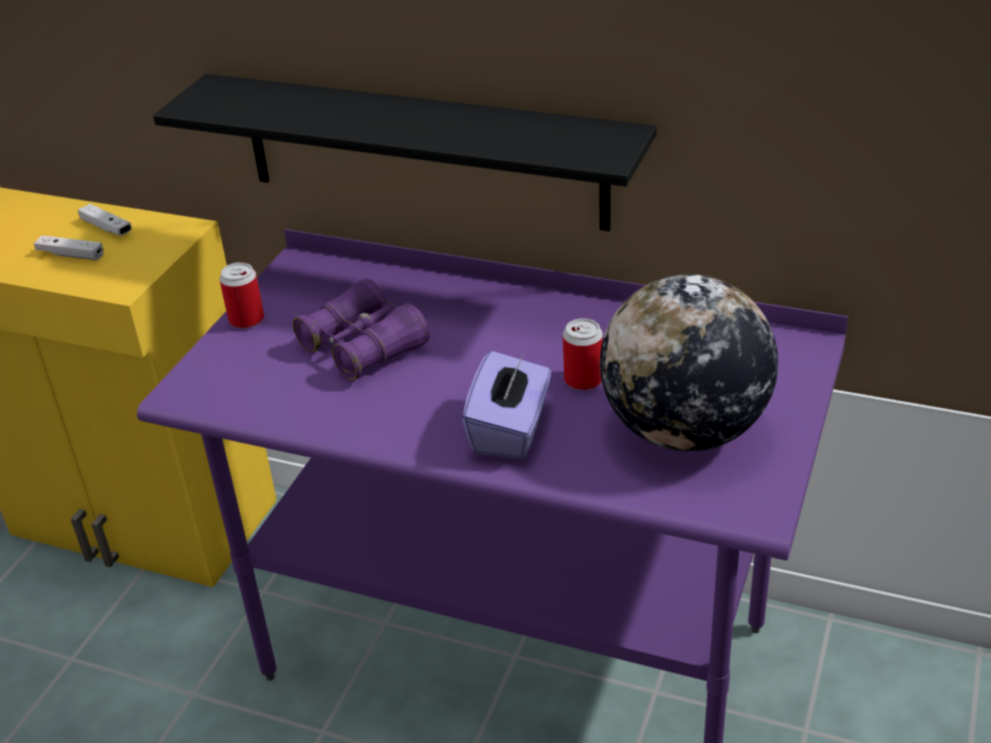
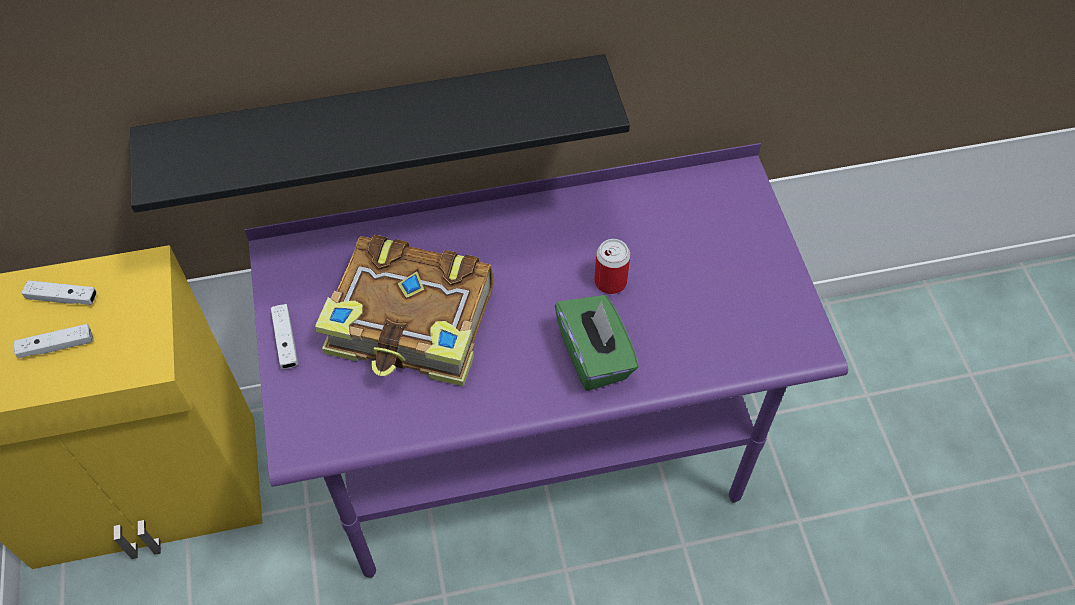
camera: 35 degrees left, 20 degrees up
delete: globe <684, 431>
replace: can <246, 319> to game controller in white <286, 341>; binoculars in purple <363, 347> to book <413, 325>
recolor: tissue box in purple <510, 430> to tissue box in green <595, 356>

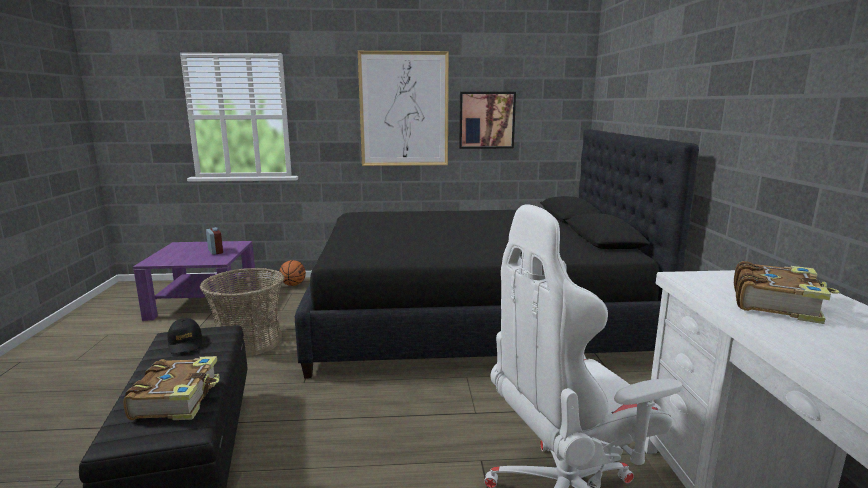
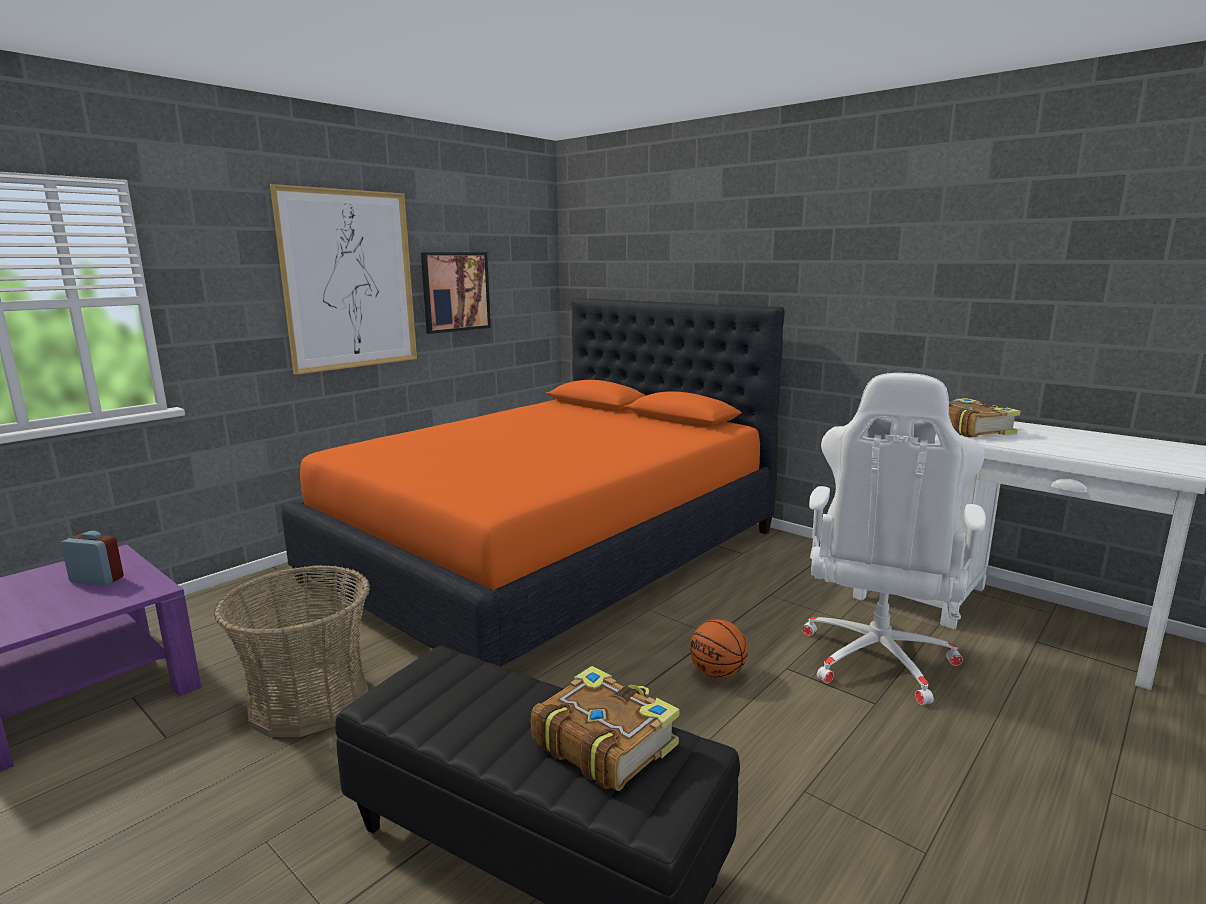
camera: 45 degrees left, 0 degrees up
delete: cap in black <185, 343>
move: basketball <293, 285> to <717, 673>
recolor: bed in black <473, 319> to bed in orange <552, 554>

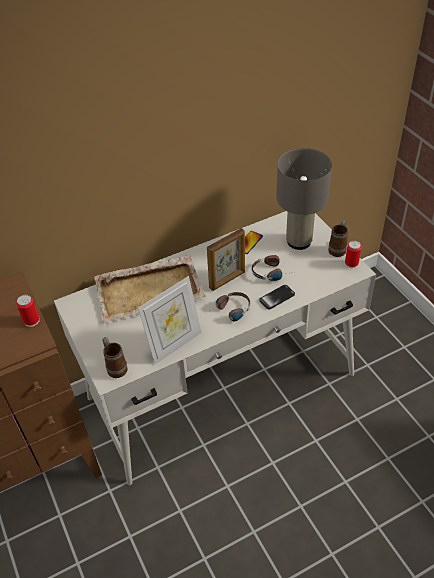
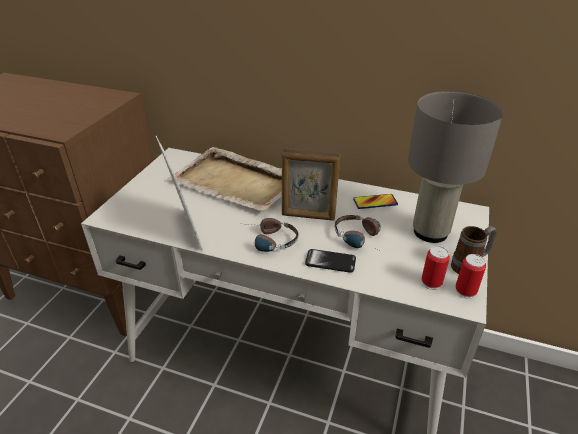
camera: 45 degrees right, 10 degrees down
delete: mug <115, 367>
move: can <32, 321> to <431, 282>
rotate: picture frame <174, 344> = <185, 230> 120 degrees counterclockwise

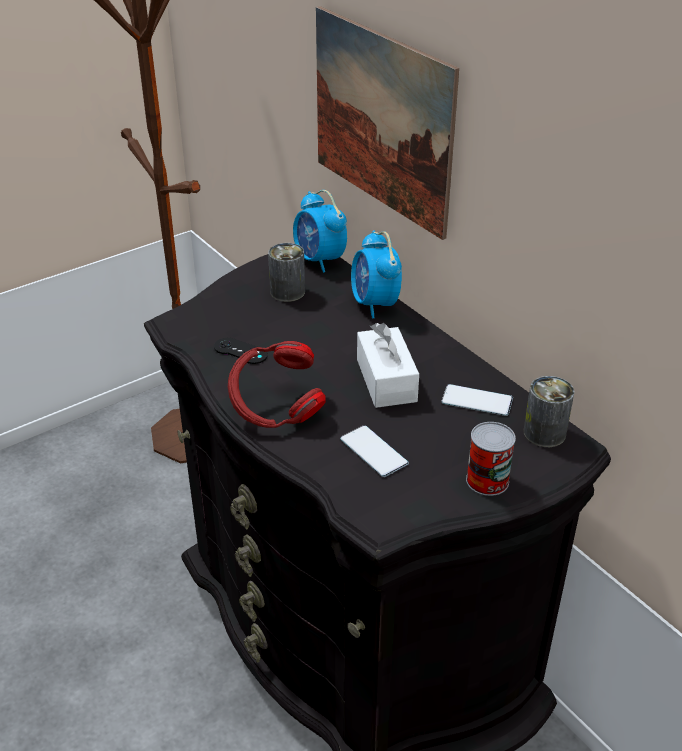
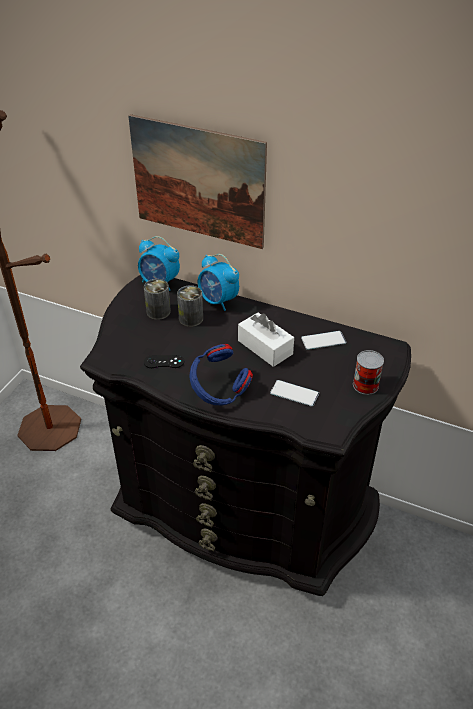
camera: 30 degrees left, 5 degrees up
move: can <544, 433> to <191, 318>
recolor: headphones in red <276, 411> to headphones in blue <219, 392>

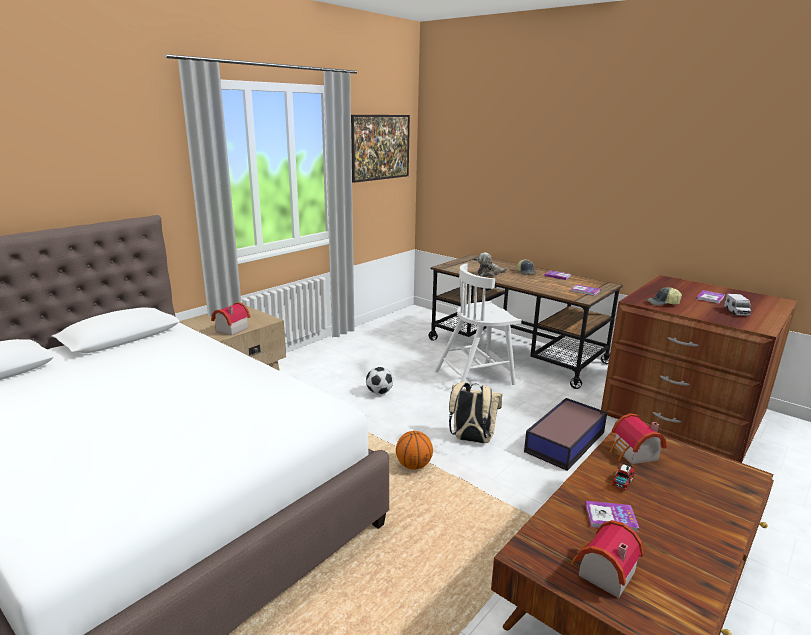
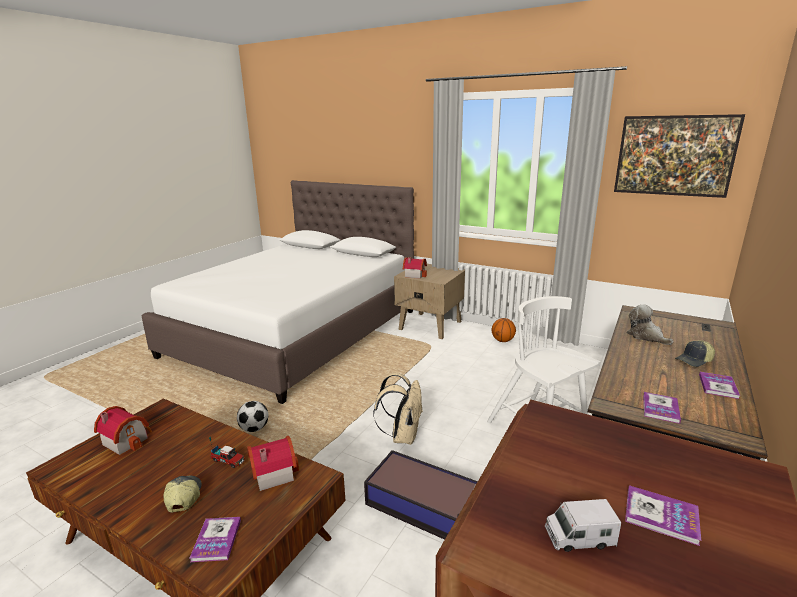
camera: 80 degrees right, 0 degrees up
move: cap <662, 303> to <183, 497>; football <379, 392> to <254, 429>; basketball <414, 465> to <503, 341>; book <610, 517> to <216, 540>

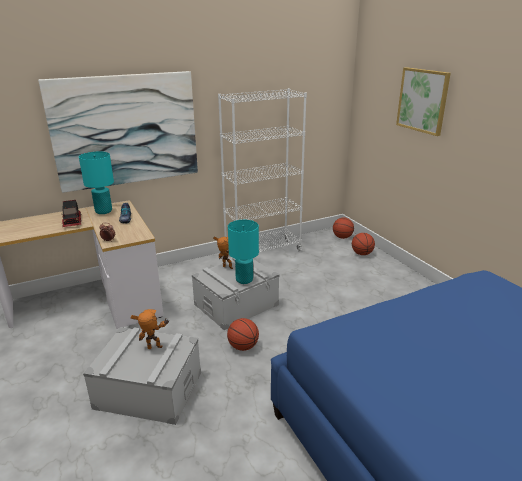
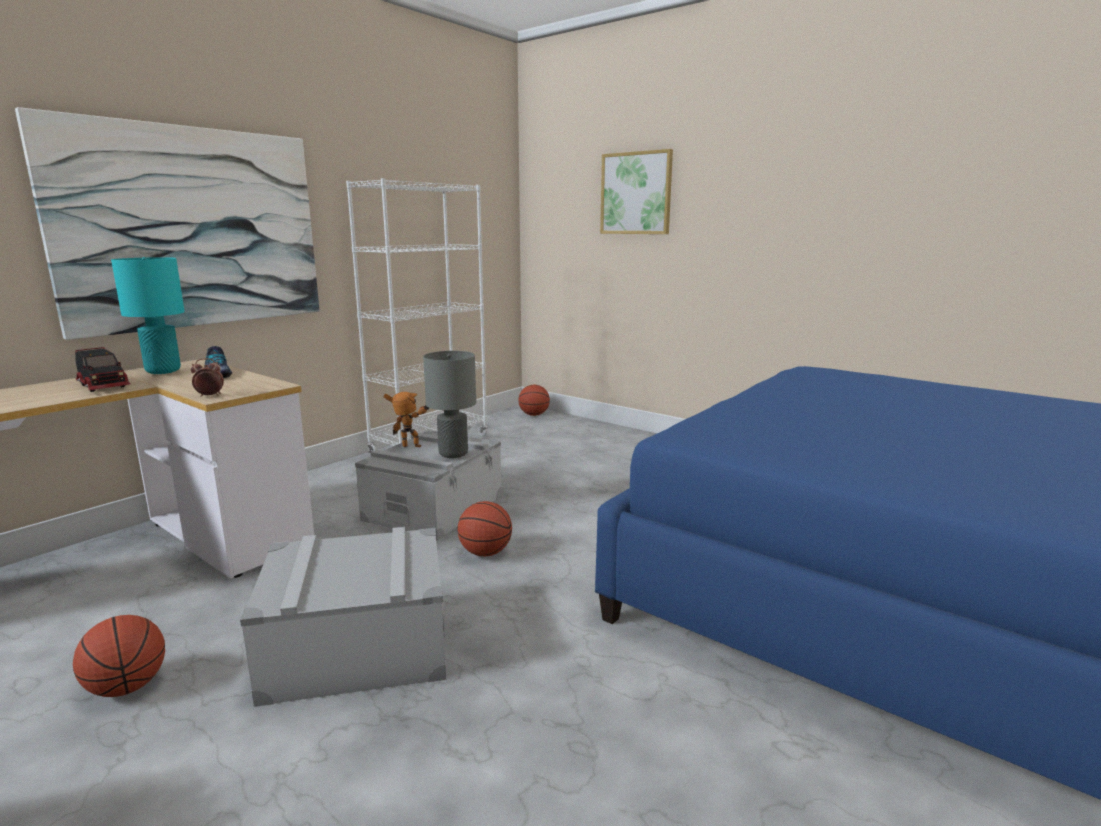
camera: 25 degrees left, 10 degrees down
delete: toy robot <155, 349>
move: basketball <362, 254> to <127, 687>
recolor: table lamp in turquoise <244, 281> to table lamp in grey <453, 456>

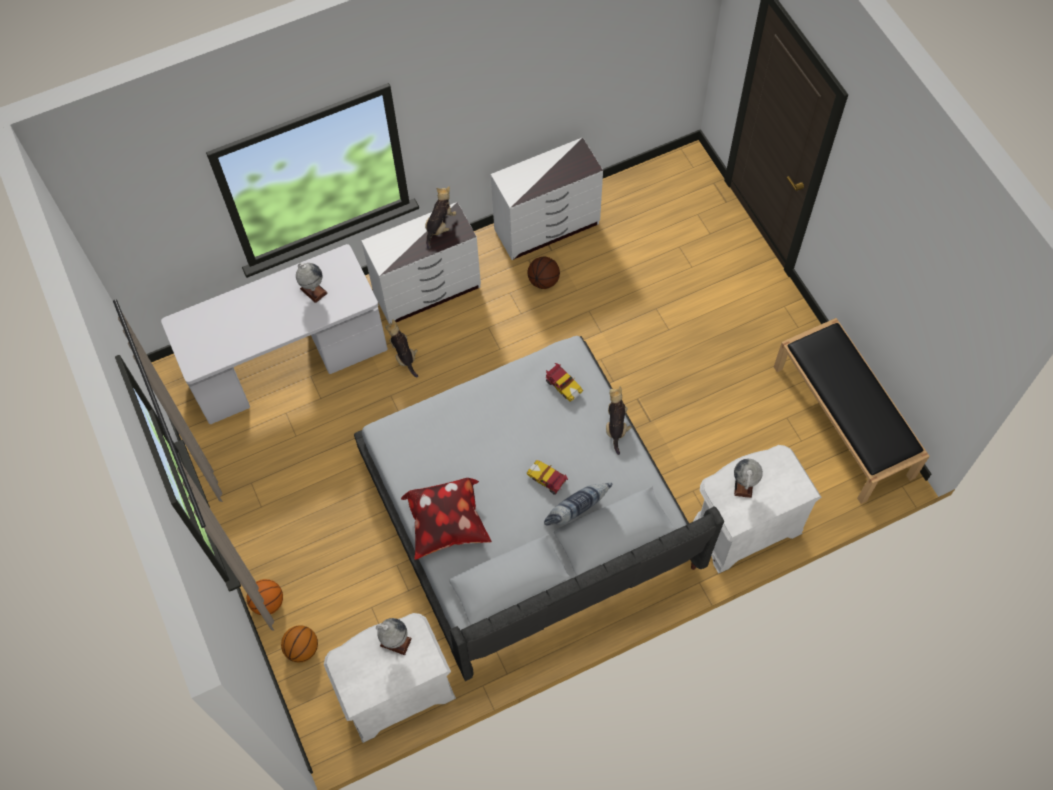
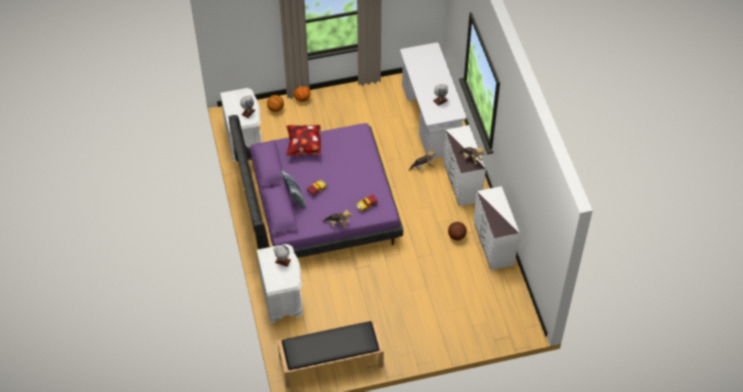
camera: 100 degrees right, 10 degrees down
recolor: bed in grey <528, 515> to bed in purple <317, 205>

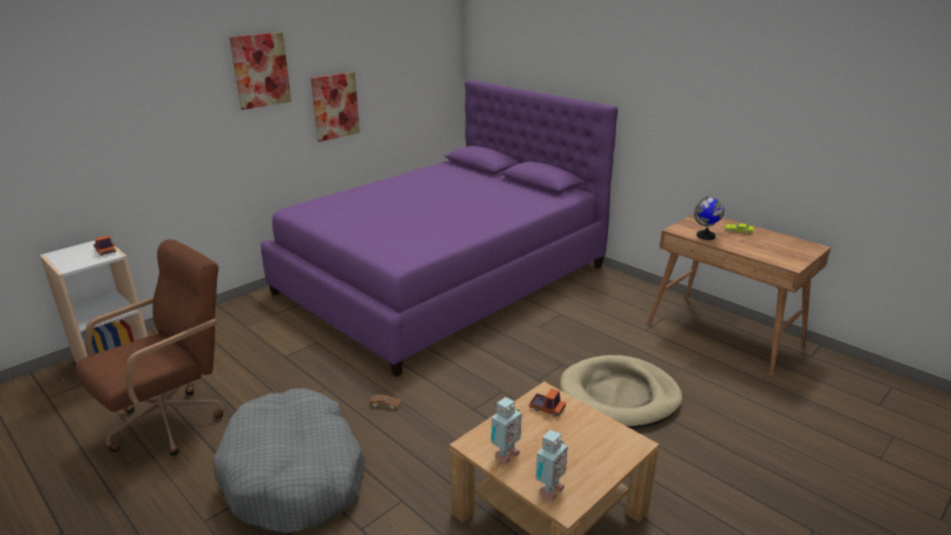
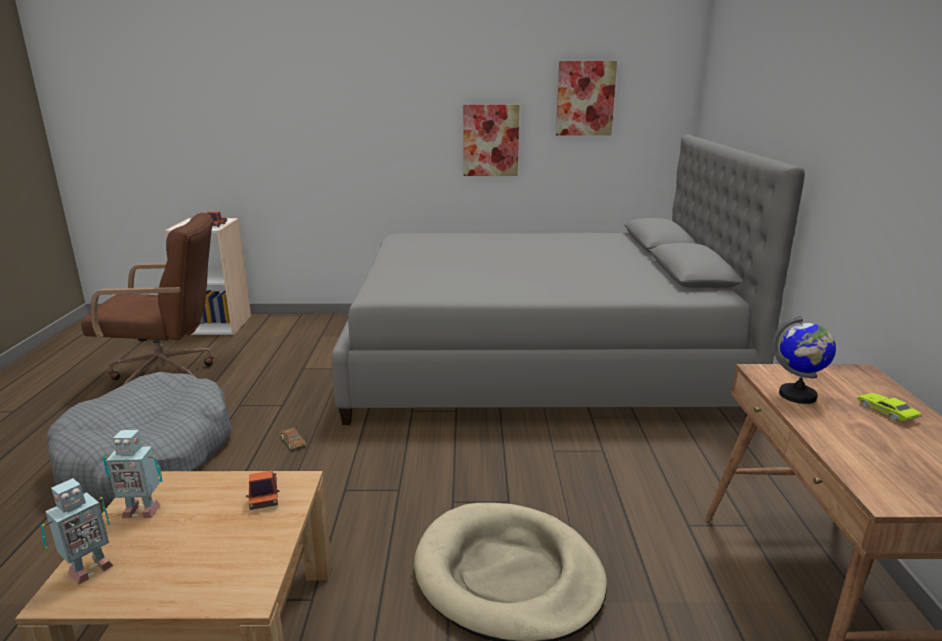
camera: 45 degrees right, 5 degrees down
move: picture <260, 70> to <585, 98>
recolor: bed in purple <444, 279> to bed in grey <536, 363>
rotate: toy robot <549, 490> = <88, 569> 45 degrees counterclockwise

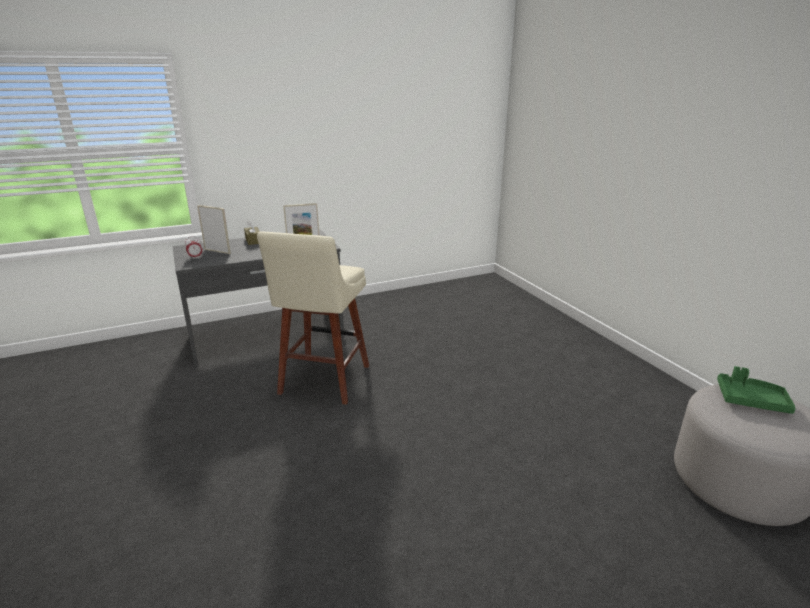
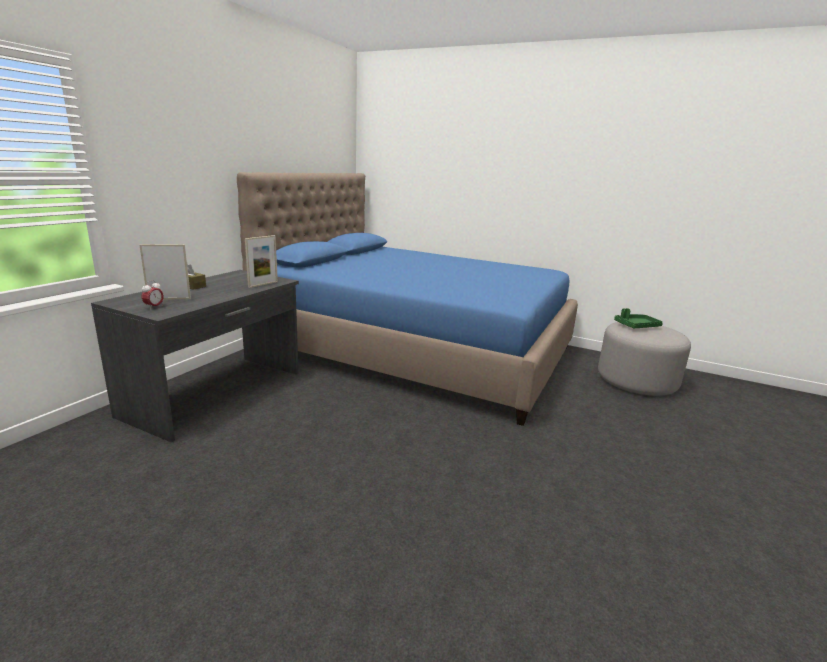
camera: 40 degrees left, 5 degrees down
delete: stool in beige <323, 381>
insert: bed in blue <416, 348>

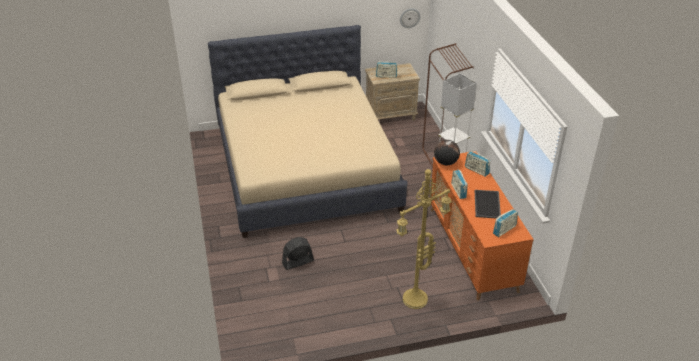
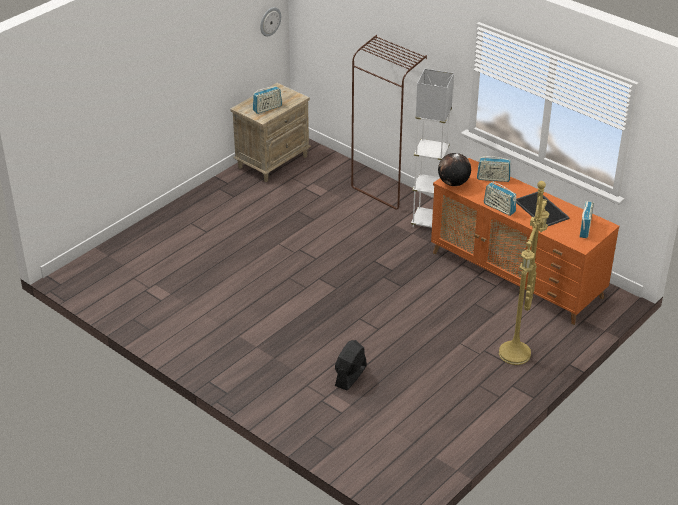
camera: 35 degrees left, 0 degrees up
delete: bed in beige <305, 168>

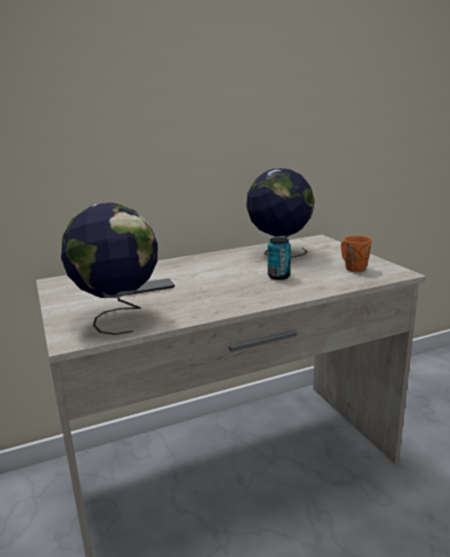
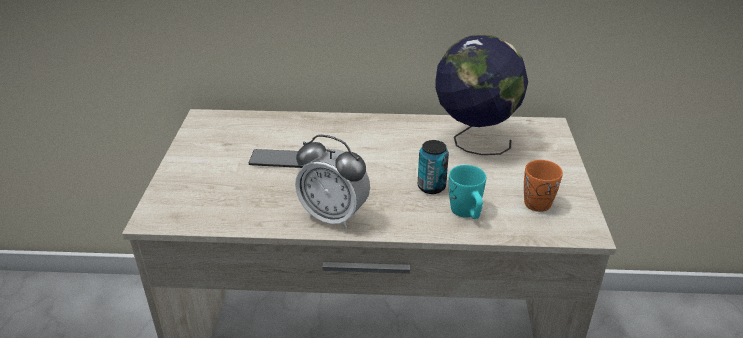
camera: 25 degrees right, 15 degrees up
delete: globe <118, 317>
insert: alarm clock <334, 216>; mug in turquoise <466, 213>

